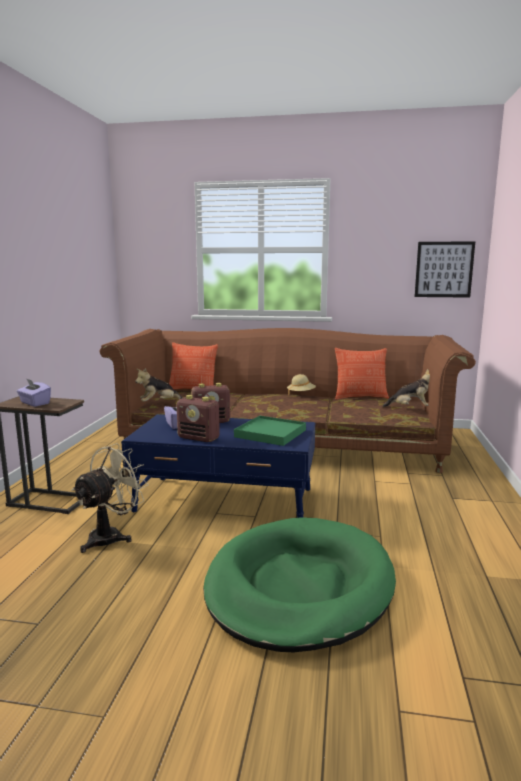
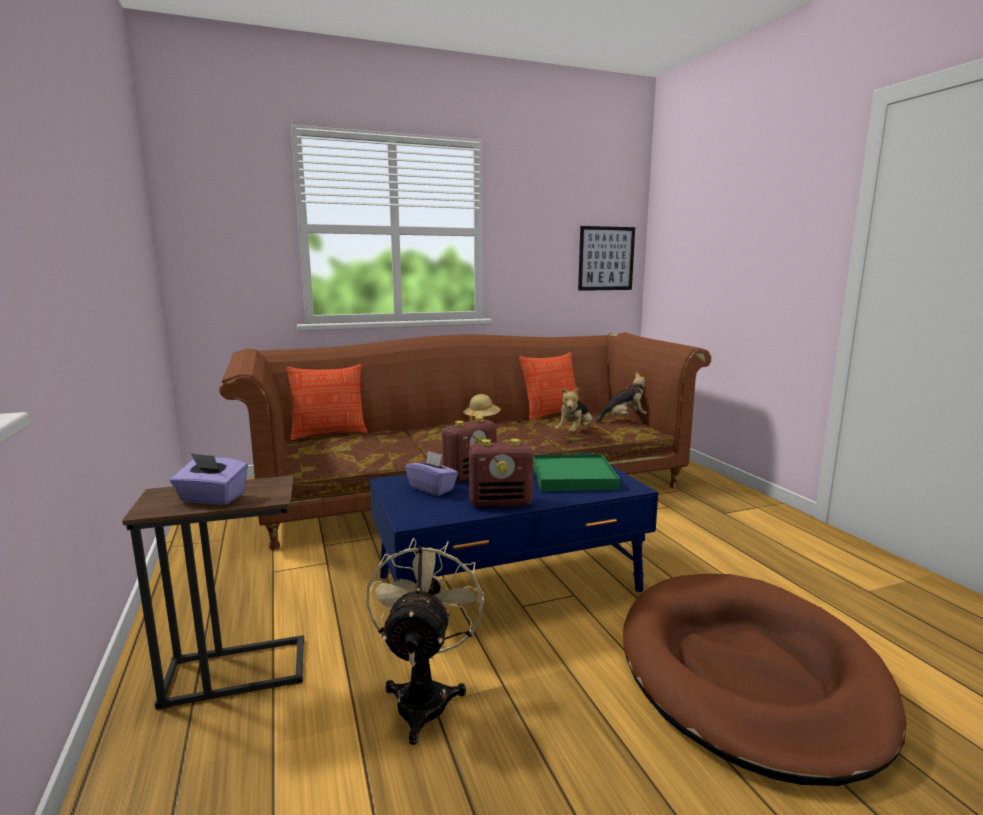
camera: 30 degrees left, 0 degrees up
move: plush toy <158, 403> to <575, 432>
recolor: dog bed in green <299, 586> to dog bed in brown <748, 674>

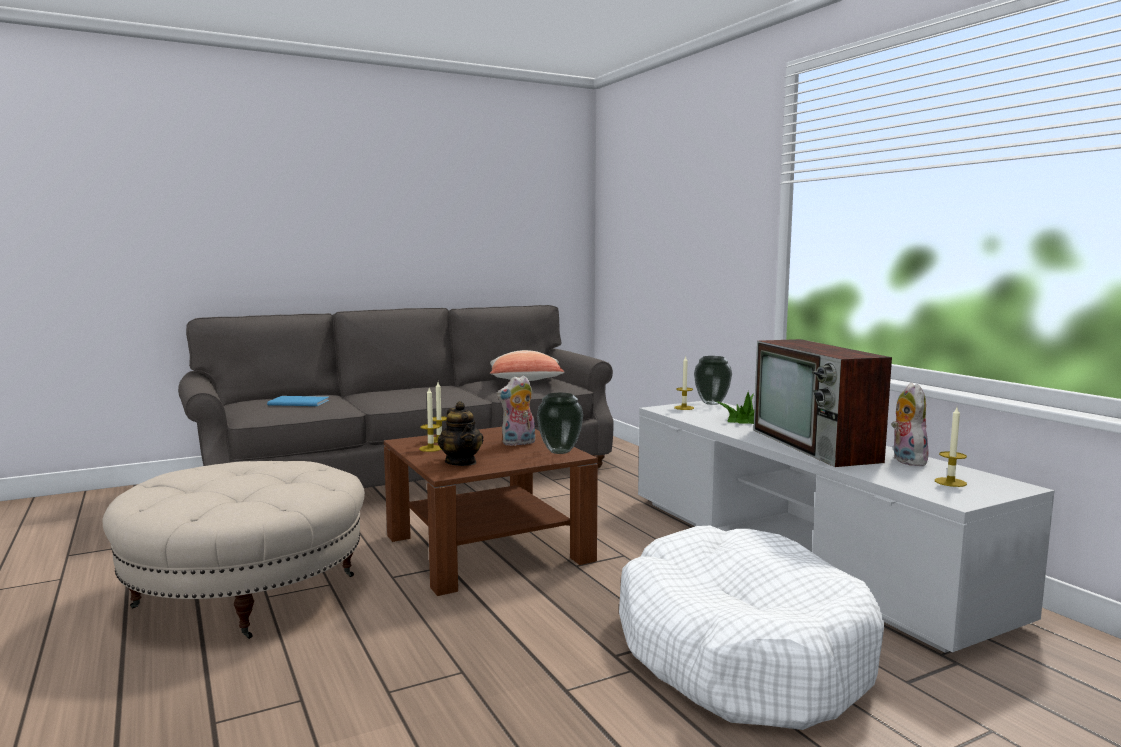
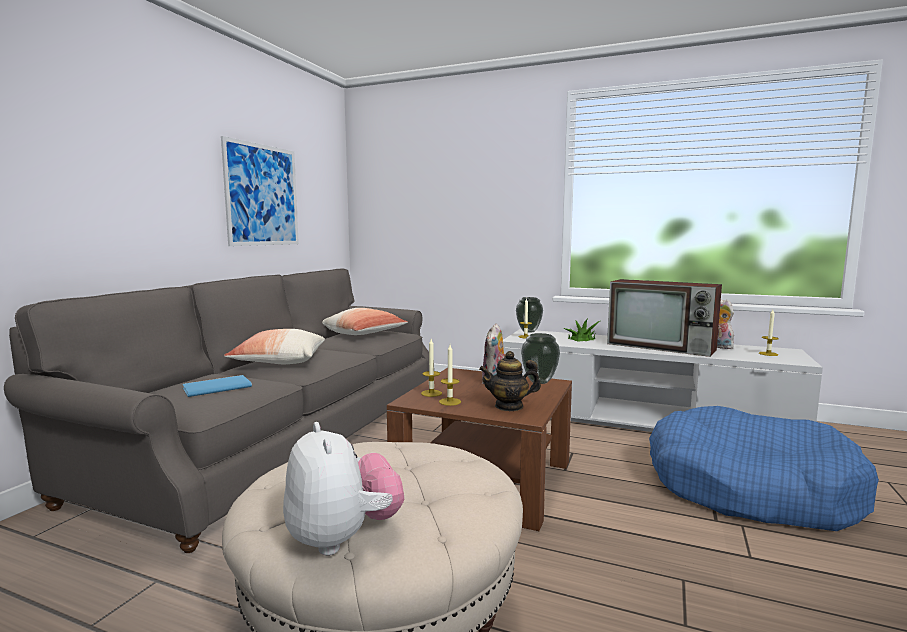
camera: 40 degrees left, 0 degrees up
insert: picture <262, 195>; pillow <279, 362>; plush toy <343, 538>
recolor: dog bed in white <740, 652> to dog bed in blue <749, 488>
rotate: teapot <461, 462> = <509, 406> 150 degrees clockwise

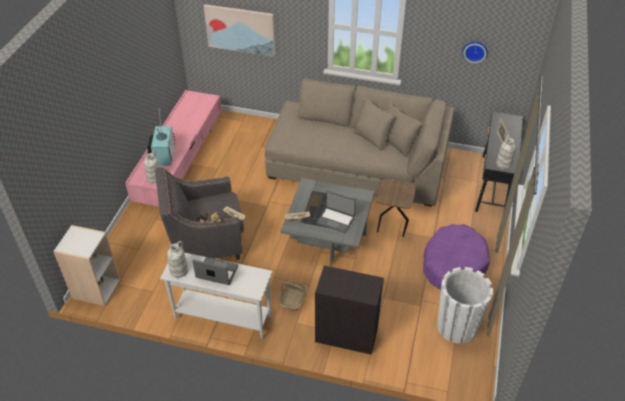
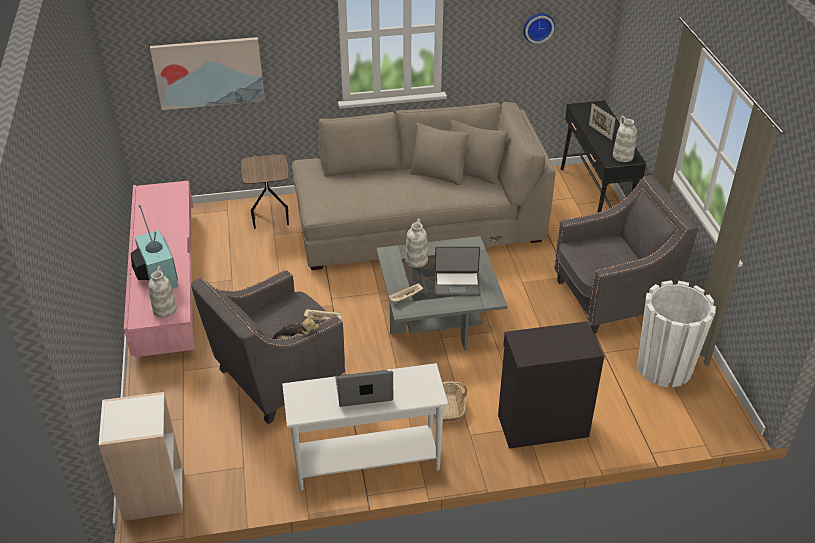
camera: 25 degrees left, 5 degrees down
move: side table in brown <392, 226> to <270, 218>; vase in white <179, 270> to <416, 260>
replace: dog bed in purple <453, 264> to armchair in grey <611, 298>

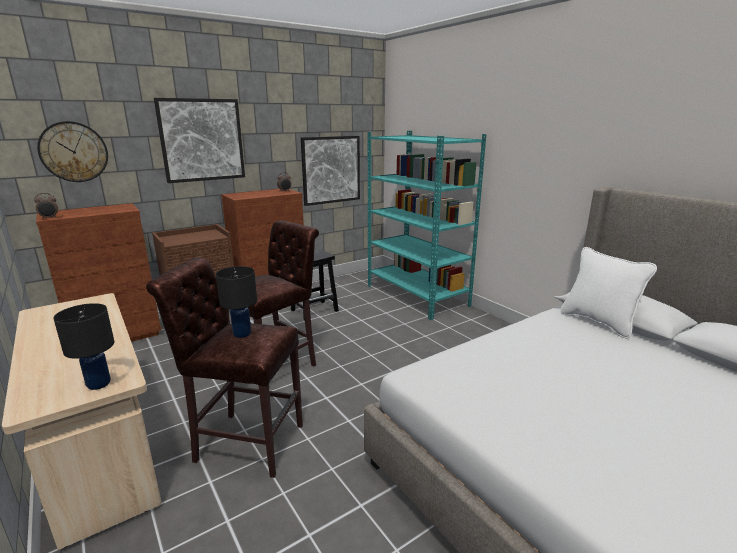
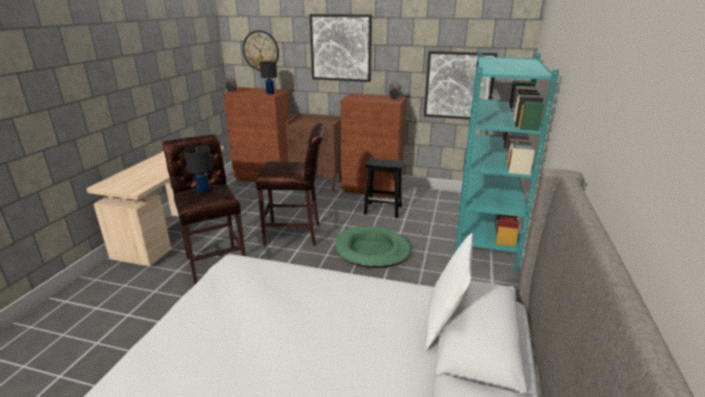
camera: 50 degrees right, 5 degrees up
insert: dog bed in green <372, 250>
move: table lamp in black <99, 385> to <270, 93>

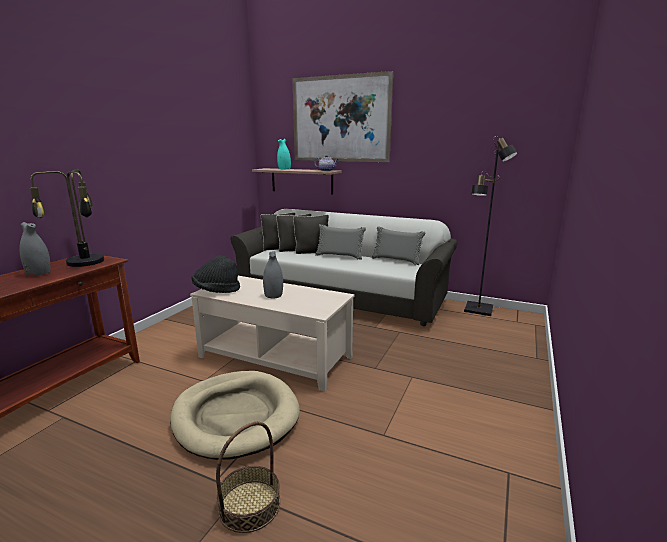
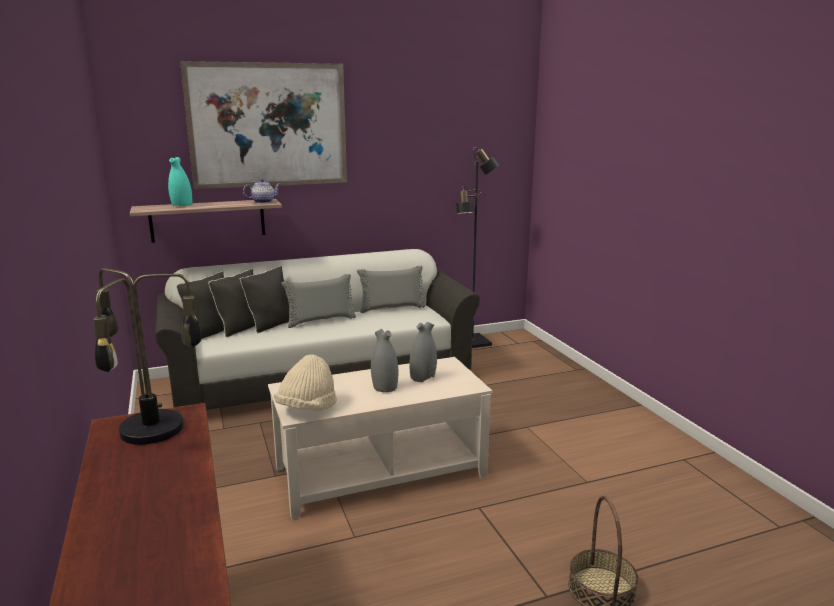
camera: 45 degrees left, 0 degrees up
delete: dog bed in beige <236, 416>
move: vase in grey <39, 273> to <423, 377>
recolor: hat in black <216, 290> to hat in beige <307, 409>

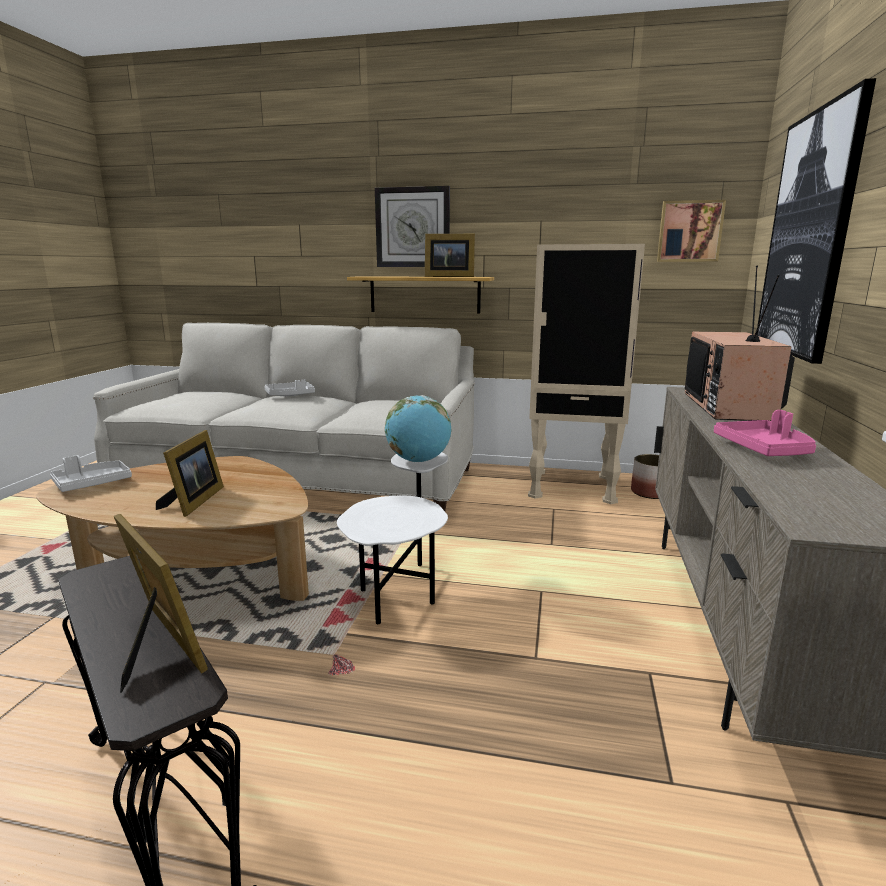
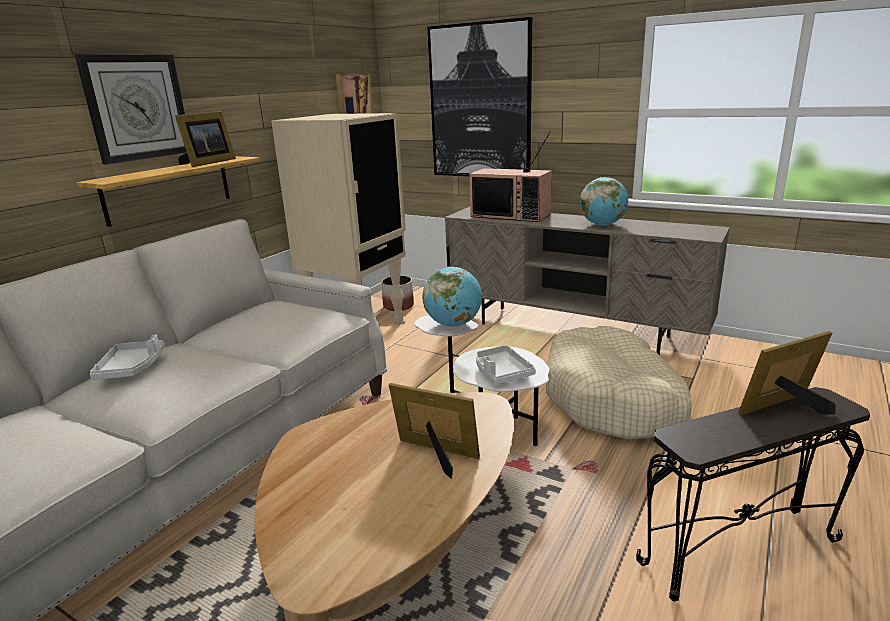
camera: 70 degrees left, 5 degrees up
insert: dog bed in beige <613, 399>
move: tray in grey <92, 484> to <501, 372>
replace: tray in pink <764, 449> to globe <602, 225>

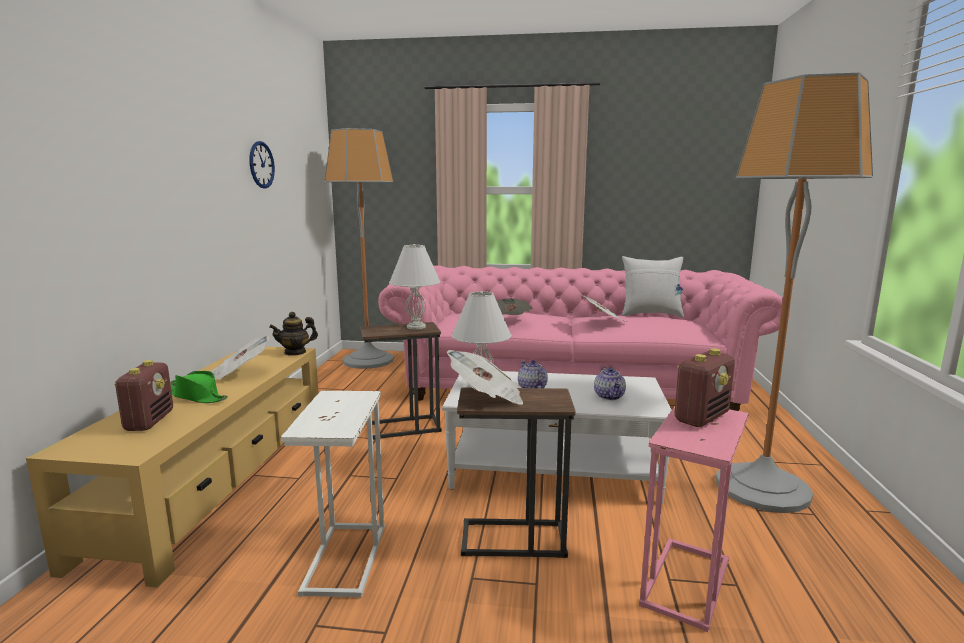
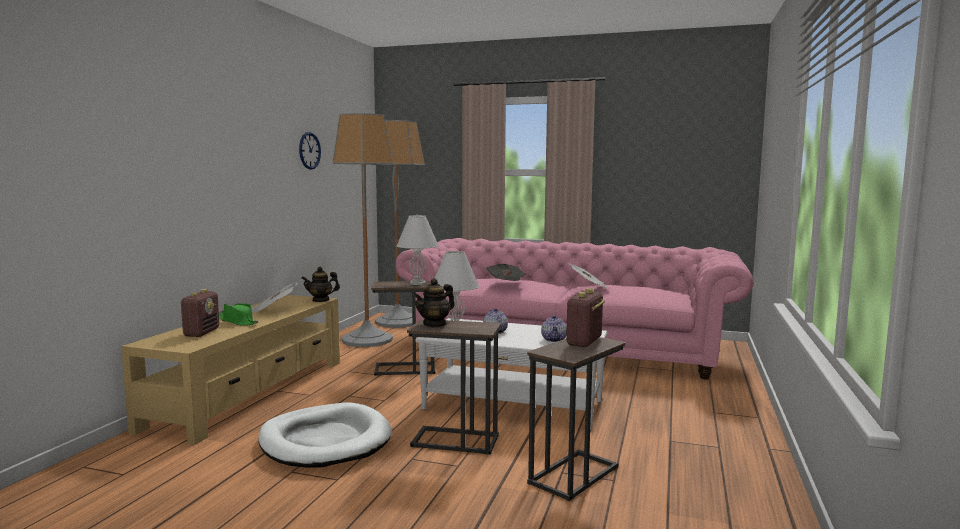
camera: 10 degrees right, 5 degrees down
delete: pillow in grey <650, 315>
move: floor lamp <762, 488> to <367, 340>
replace: newspaper <487, 397> to teapot <434, 324>; side table in white <344, 558> to dog bed in white <325, 441>
recolor: side table in pink <686, 583> to side table in brown <574, 476>
rotate: radio <701, 417> = <584, 342> 150 degrees clockwise

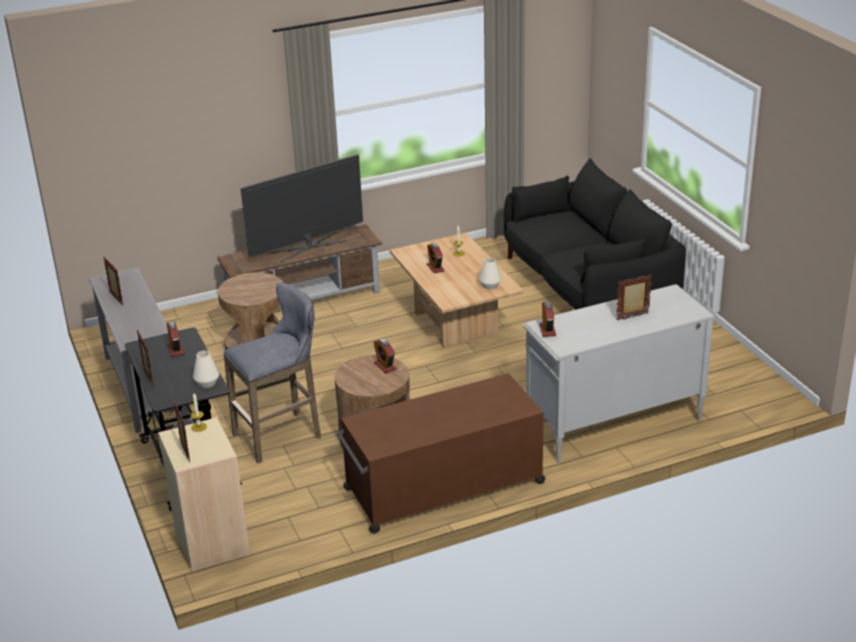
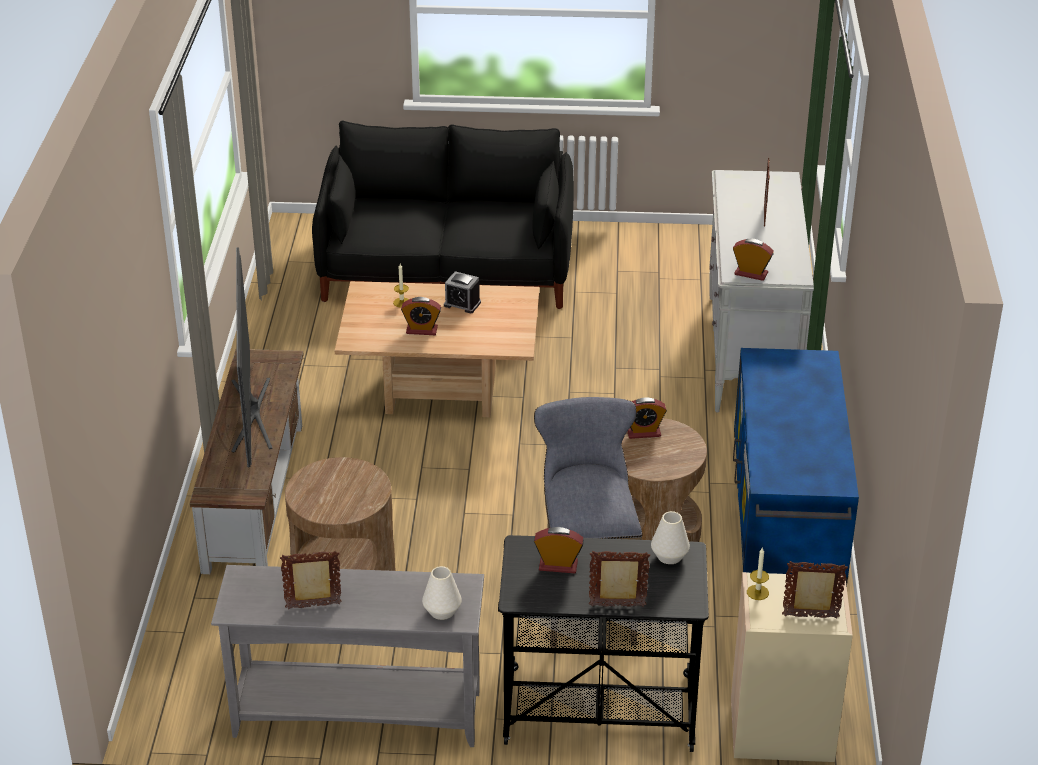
camera: 65 degrees left, 5 degrees up
insert: alarm clock <462, 304>
move: vase in white <490, 286> to <442, 611>
recolor: cabinet in brown <443, 486> to cabinet in blue <786, 508>

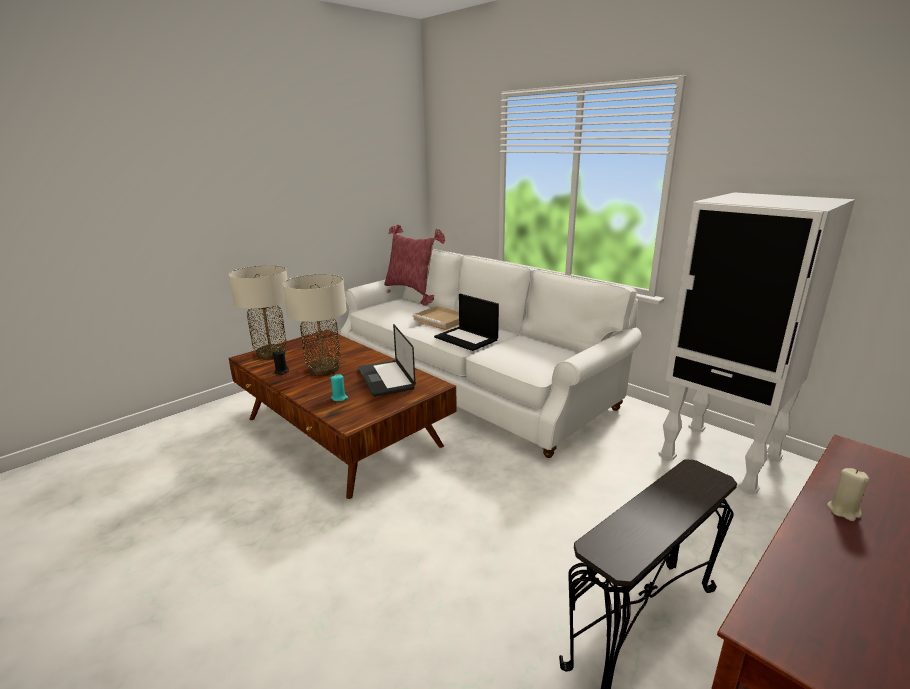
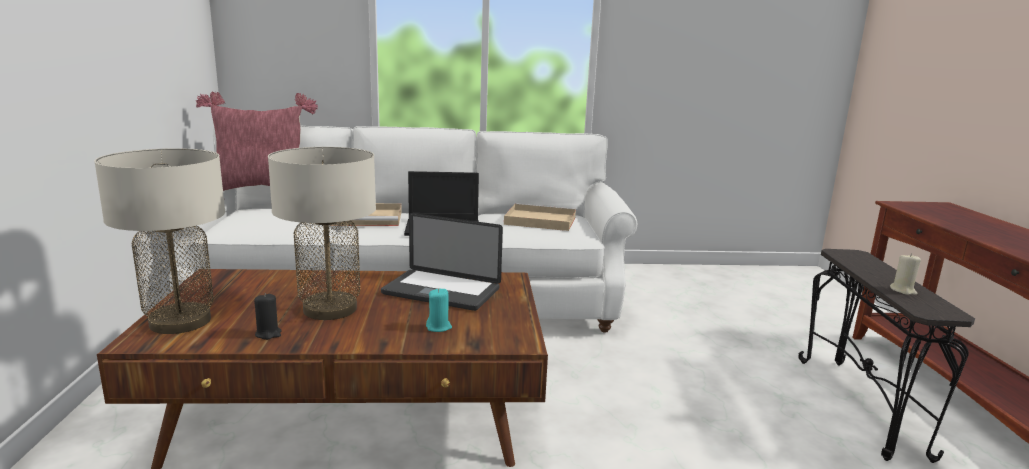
camera: 50 degrees left, 5 degrees down
delete: cabinet in white <720, 456>
insert: tray in beige <538, 220>
move: candle in beige <844, 510> to <903, 290>

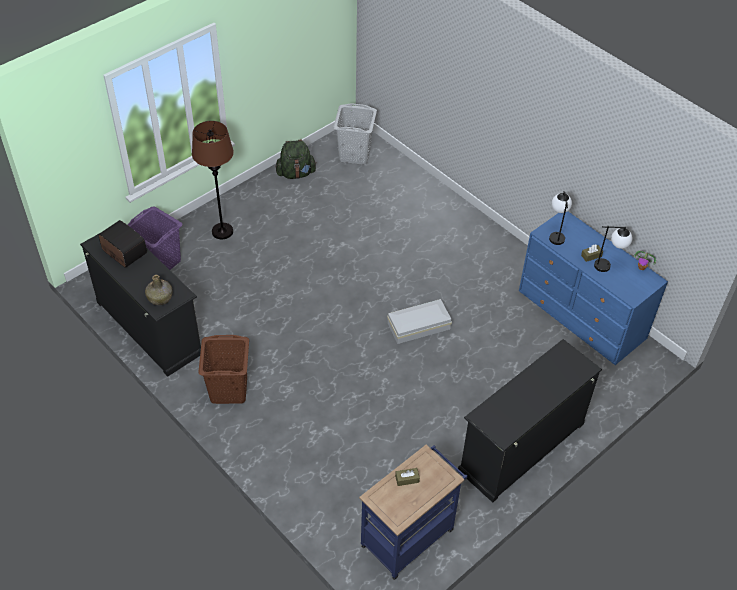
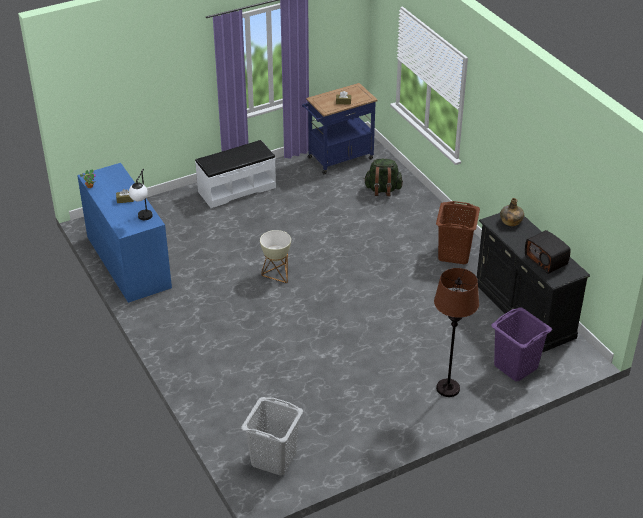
camera: 165 degrees left, 10 degrees down
delete: table lamp <608, 266>
move: backpack in green <296, 173> to <382, 190>
replace: storage box in white <420, 326> to planter <276, 274>; cabinet in black <521, 447> to bench in white <236, 189>

